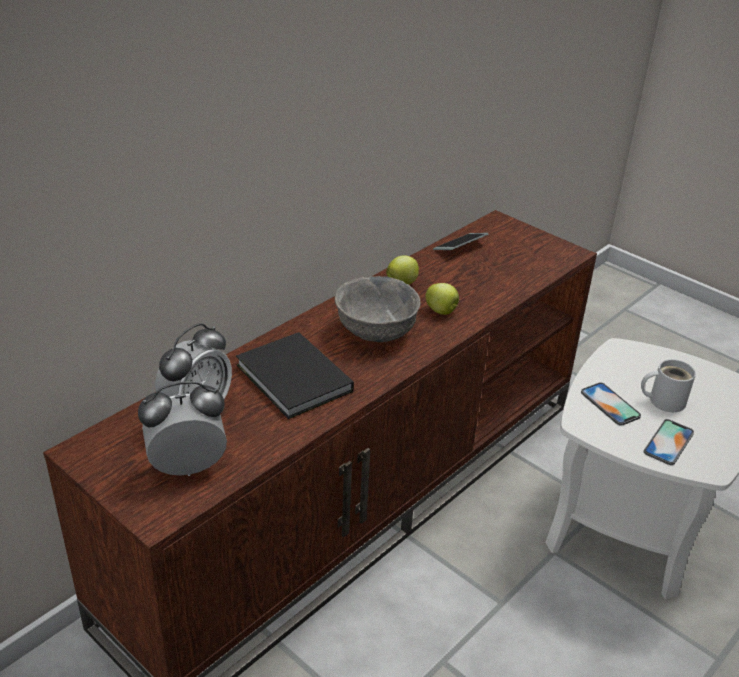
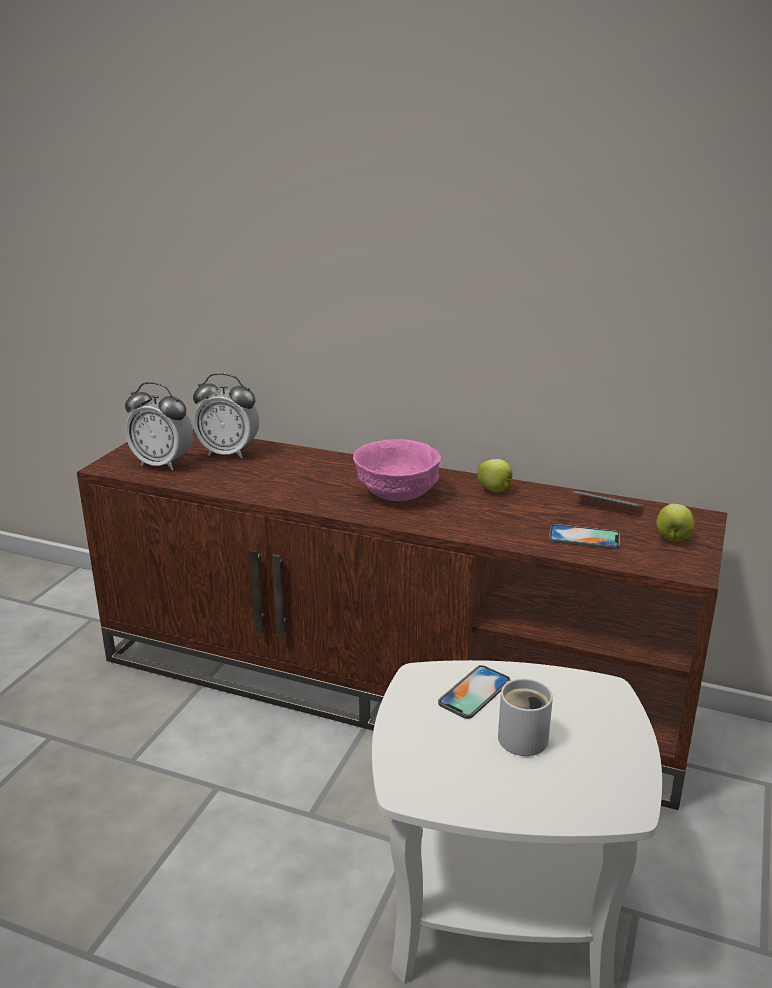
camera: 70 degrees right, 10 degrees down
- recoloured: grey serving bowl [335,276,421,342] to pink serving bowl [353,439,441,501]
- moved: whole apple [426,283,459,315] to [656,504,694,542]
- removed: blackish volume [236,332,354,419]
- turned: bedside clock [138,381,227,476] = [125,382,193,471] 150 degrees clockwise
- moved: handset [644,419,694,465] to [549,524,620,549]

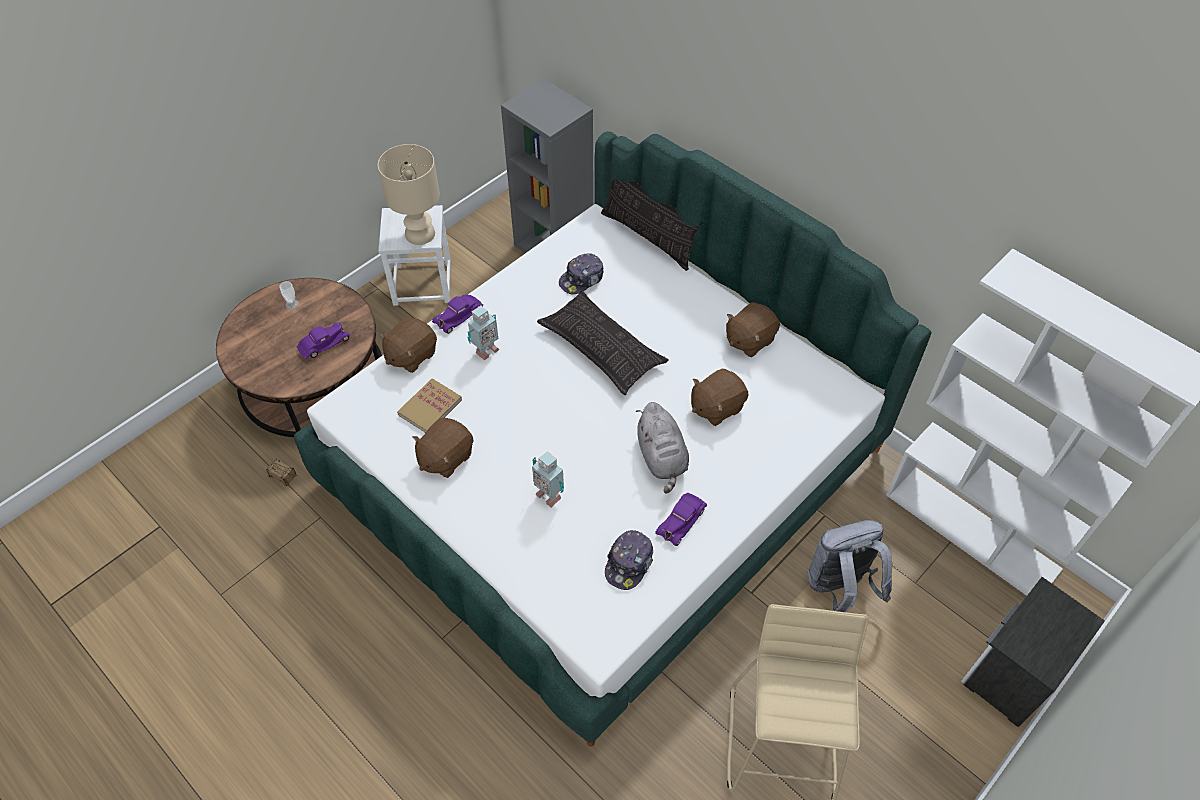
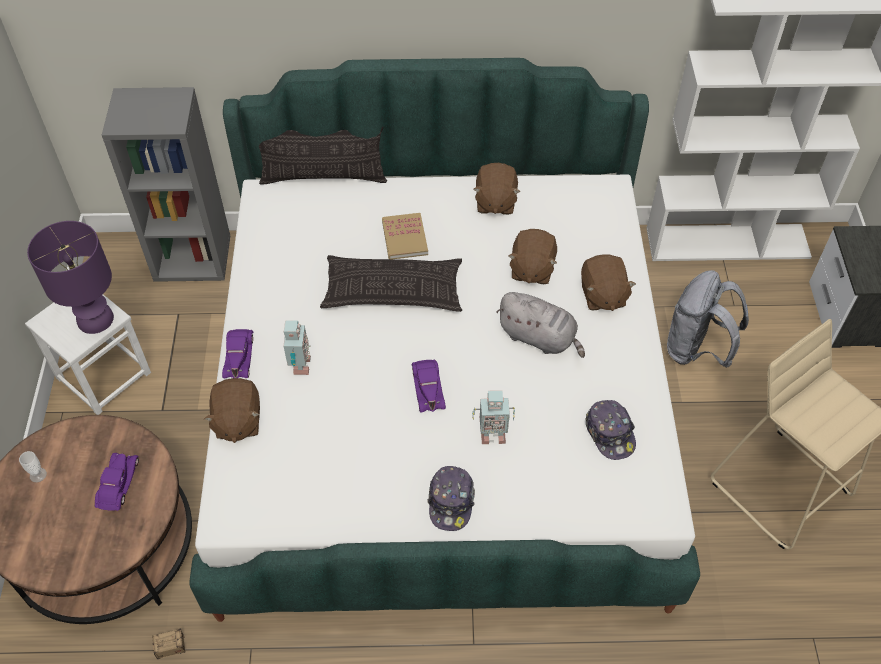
camera: 45 degrees left, 0 degrees up
- recoloured: beige table lamp [378,144,440,245] to purple-coloured table lamp [27,221,114,334]
- moved: peaked cap [559,253,604,294] to [428,466,475,531]
- moved: volume [397,378,462,433] to [382,213,428,259]
- moved: brown-coloured soft toy [412,418,473,478] to [581,254,636,311]
- moved: purple-coloured model car [655,493,707,546] to [412,360,446,413]

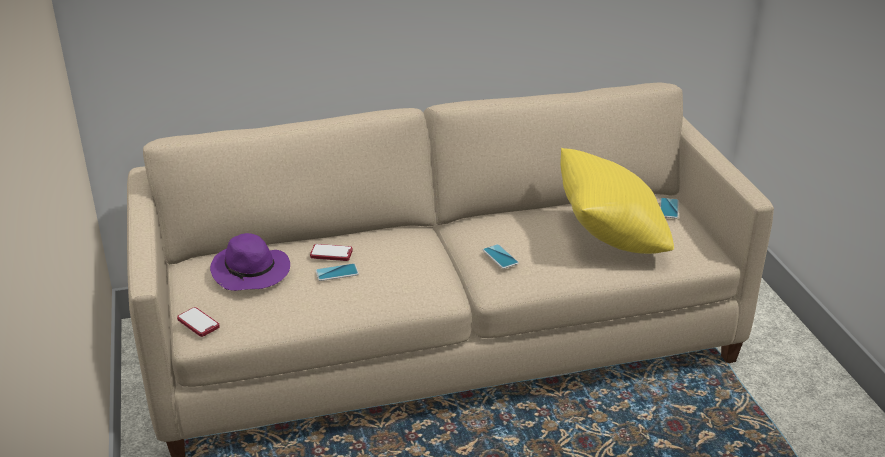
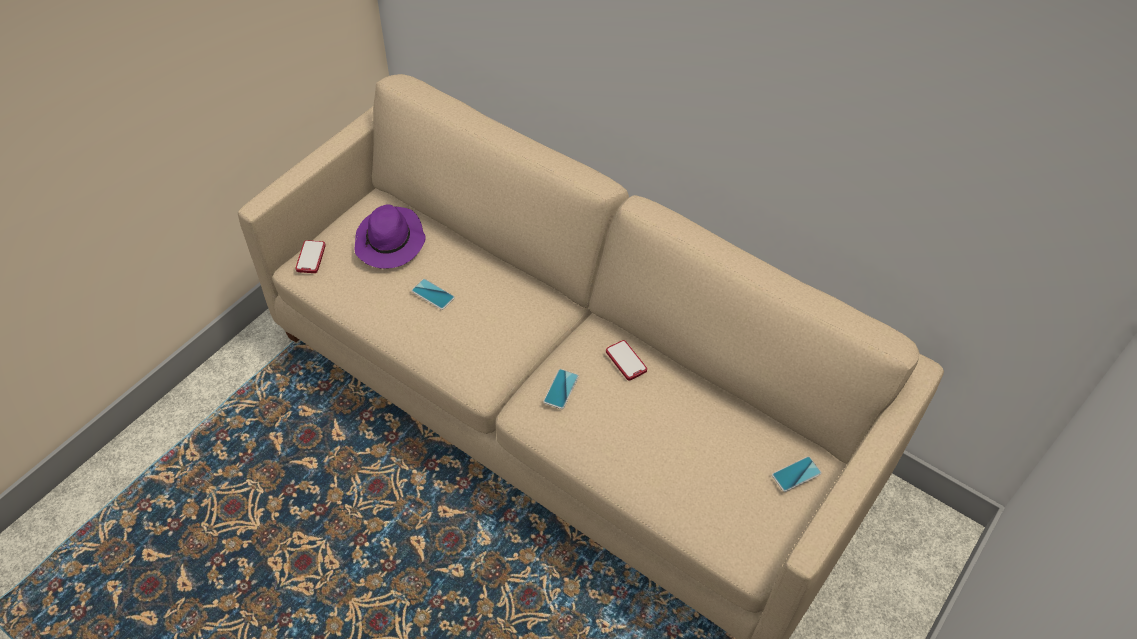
camera: 50 degrees right, 20 degrees up
- removed: yellow-coloured pillow [561,148,674,254]
- moved: handset [310,244,353,261] to [606,340,647,381]

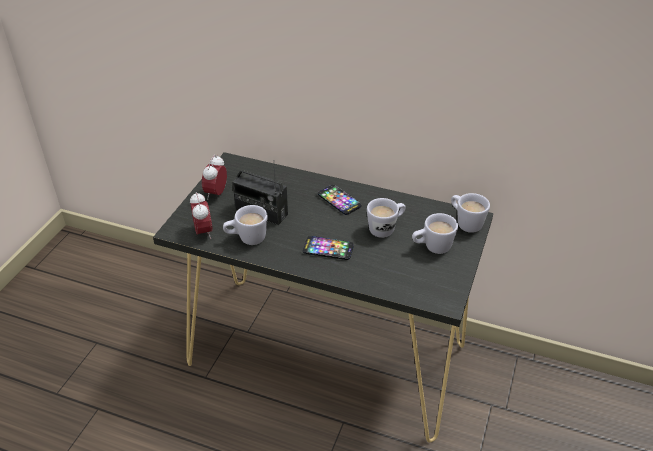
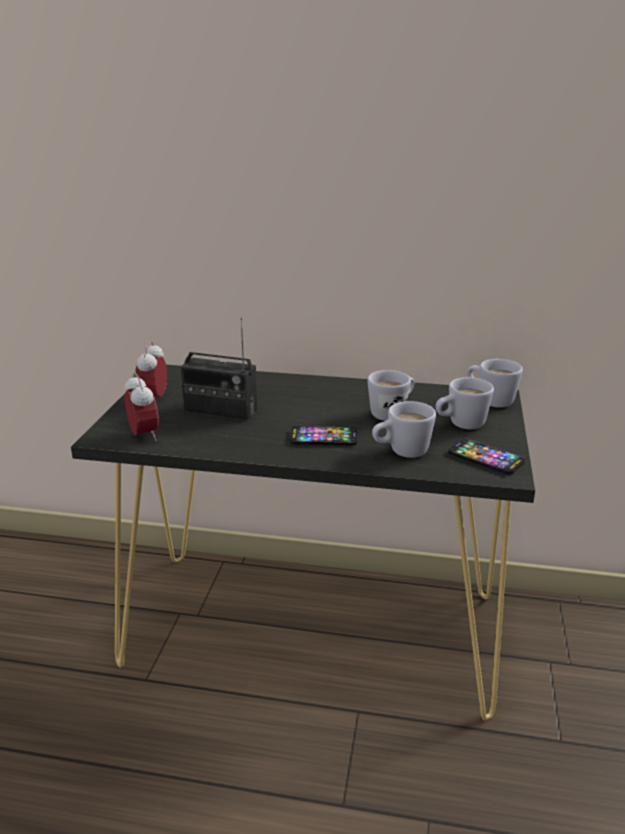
camera: 10 degrees left, 15 degrees down
- moved: handset [318,185,361,215] to [448,438,525,475]
- moved: whitish tea mug [223,205,268,245] to [372,401,436,458]

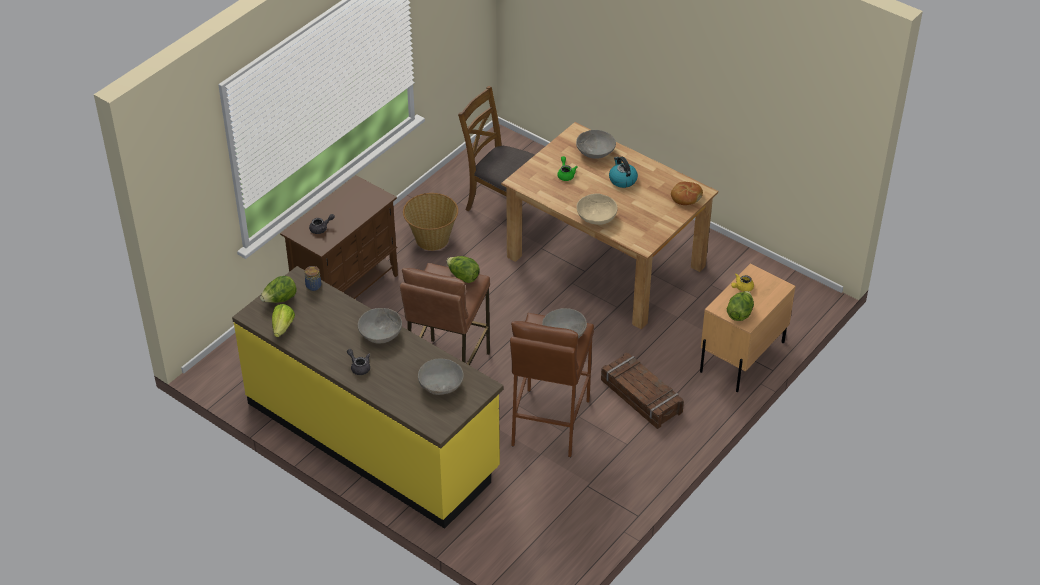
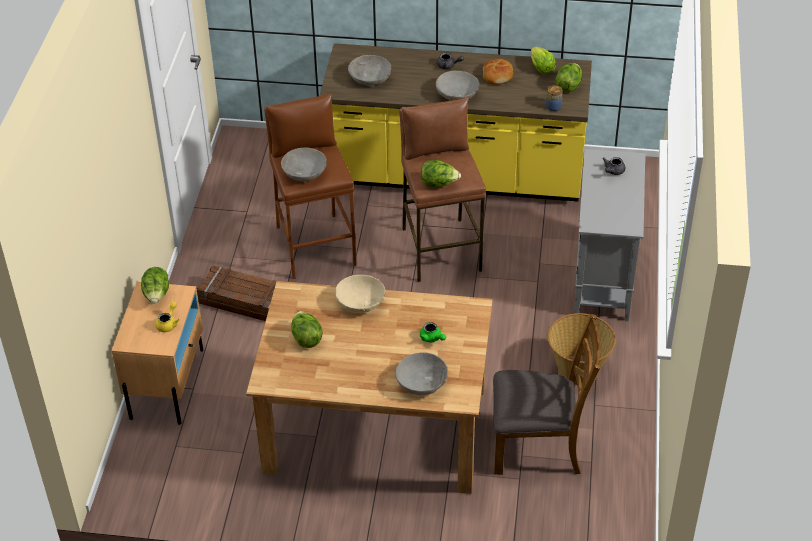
camera: 150 degrees right, 0 degrees up
- removed: tea kettle [609,157,638,188]
- recoloured: brown-coloured cupboard [280,175,398,299] to grey cupboard [573,149,645,321]
- moved: bakery bread [671,182,703,205] to [483,59,513,85]
- added: lettuce head [291,311,323,348]

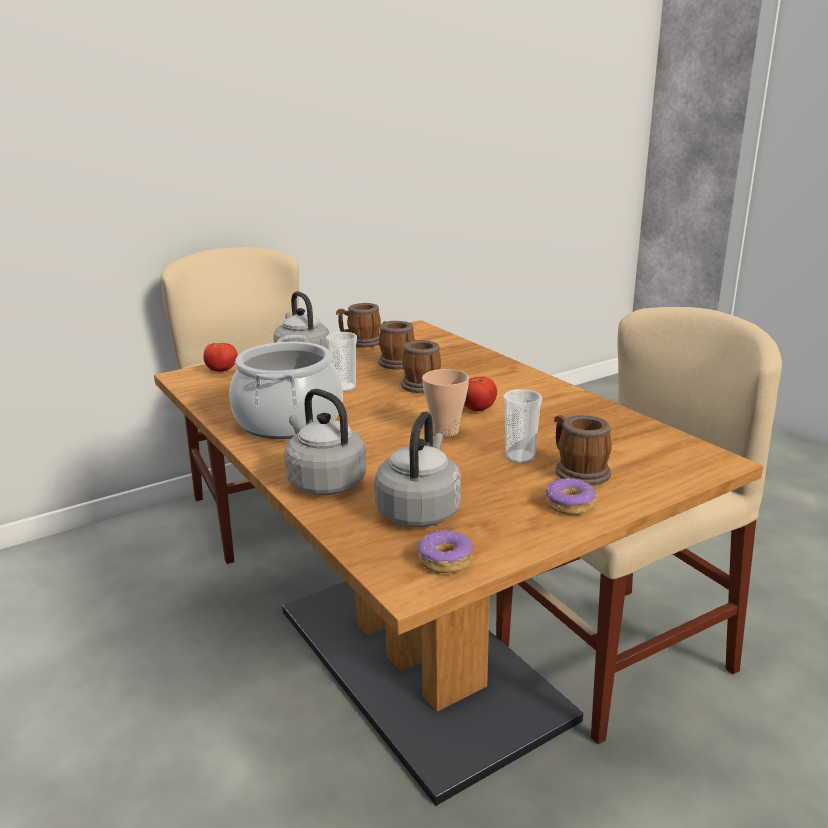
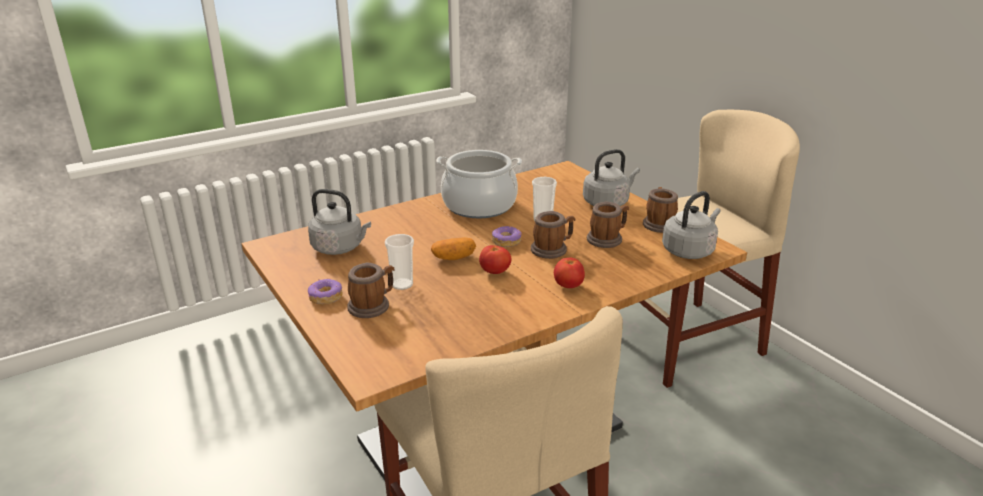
camera: 90 degrees right, 5 degrees up
- moved: whole tomato [203,343,237,372] to [554,257,585,288]
- replaced: small cup [422,369,469,437] to potato [431,237,476,260]
- moved: grey tea kettle [285,389,366,495] to [662,191,721,259]
- moved: doughnut [418,529,473,573] to [492,226,521,247]

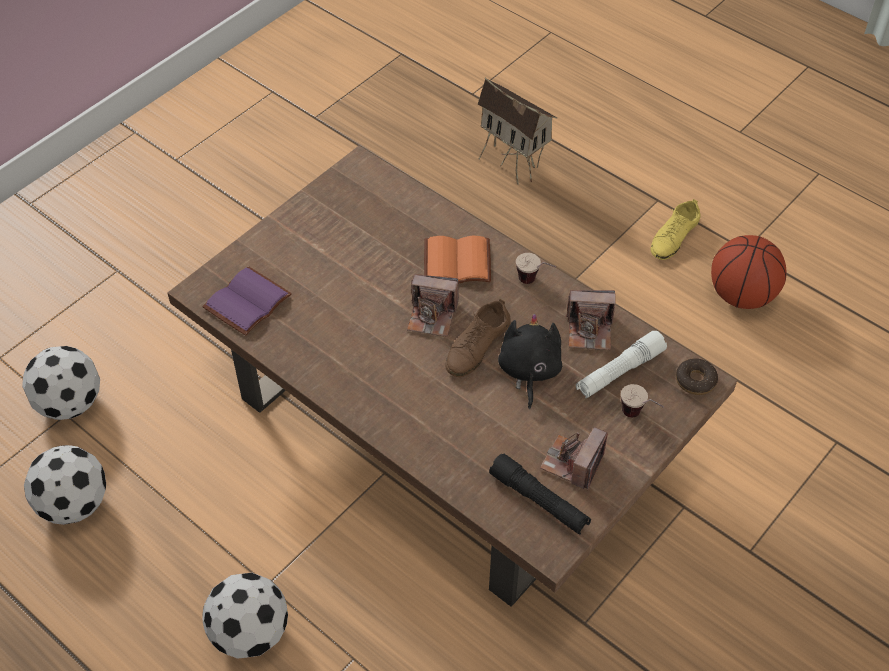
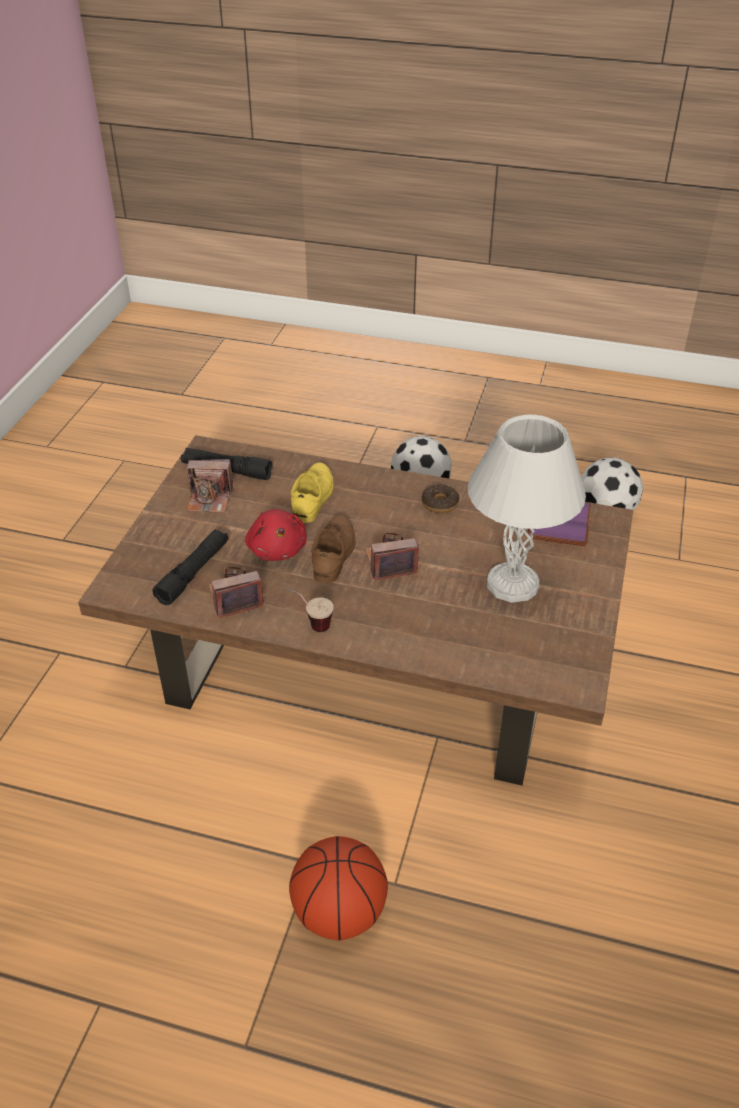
camera: 155 degrees right, 10 degrees down
- removed: toy house [478,77,557,185]
- moved: yellow-coloured shoe [651,199,701,260] to [291,462,334,523]
- moved: basketball [711,235,787,309] to [289,836,388,940]
- removed: orangey volume [424,236,491,284]
- recoloured: blackish soft toy [498,314,562,409] to reddish soft toy [245,509,307,561]
- recoloured: whitish hand torch [576,331,667,398] to blackish hand torch [152,529,228,605]
- removed: football [22,346,100,420]
- moved: doughnut [676,358,718,395] to [422,484,459,513]
- removed: small cup [621,384,664,418]
- turned: photo camera [540,427,608,490] = [186,459,233,513] 90 degrees clockwise
- added: whitish table lamp [468,414,586,603]

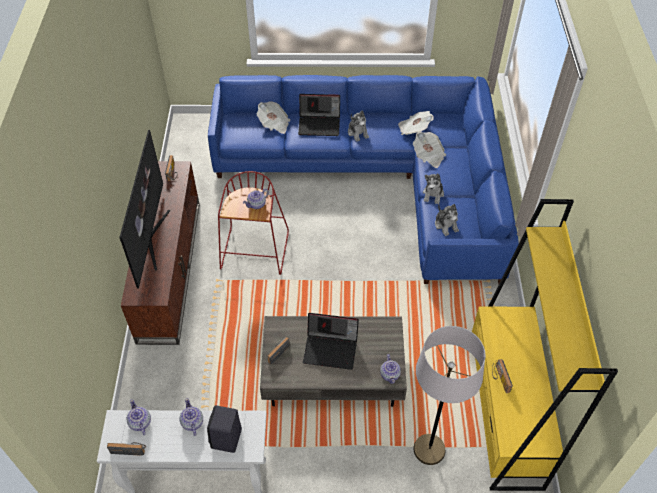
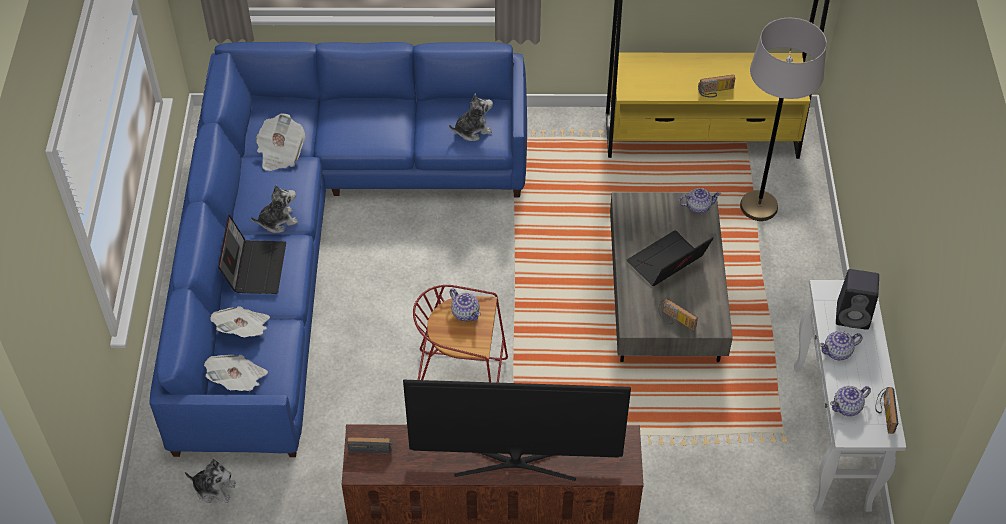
camera: 90 degrees left, 0 degrees up
- moved: newspaper [413,131,446,168] to [204,355,268,391]
- moved: soft toy [423,173,444,204] to [185,459,236,503]
- turned: laptop [303,313,359,370] = [627,230,714,286] 135 degrees counterclockwise

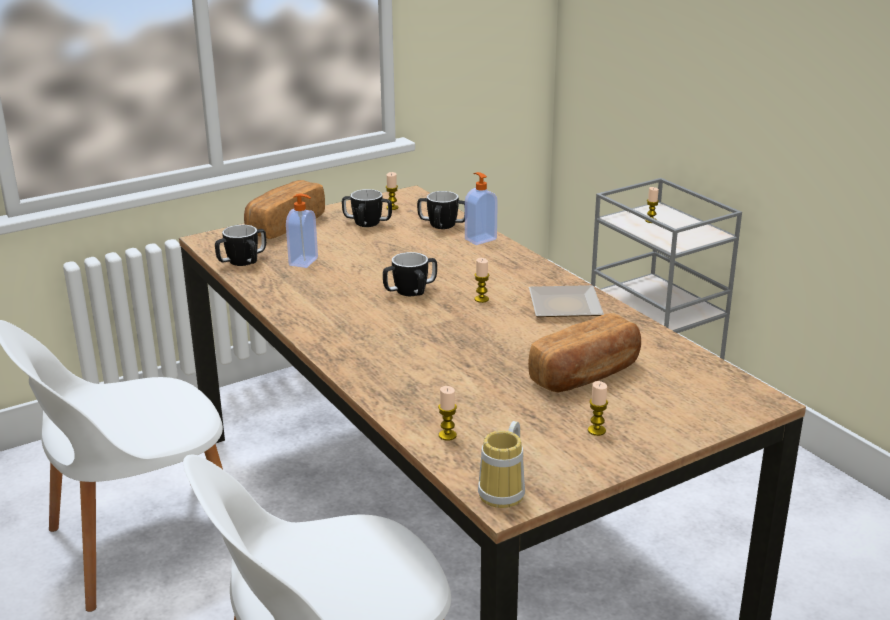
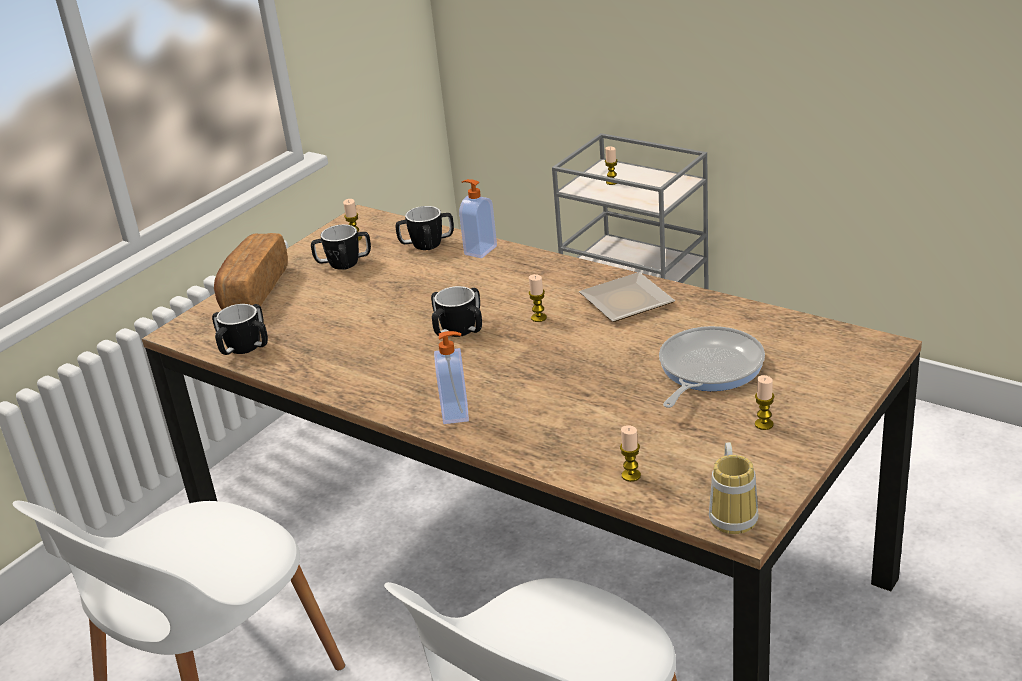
camera: 20 degrees left, 5 degrees up
- moved: soap bottle [286,194,318,268] to [434,331,469,424]
- replaced: bakery bread [528,313,641,392] to pan [659,326,765,408]

